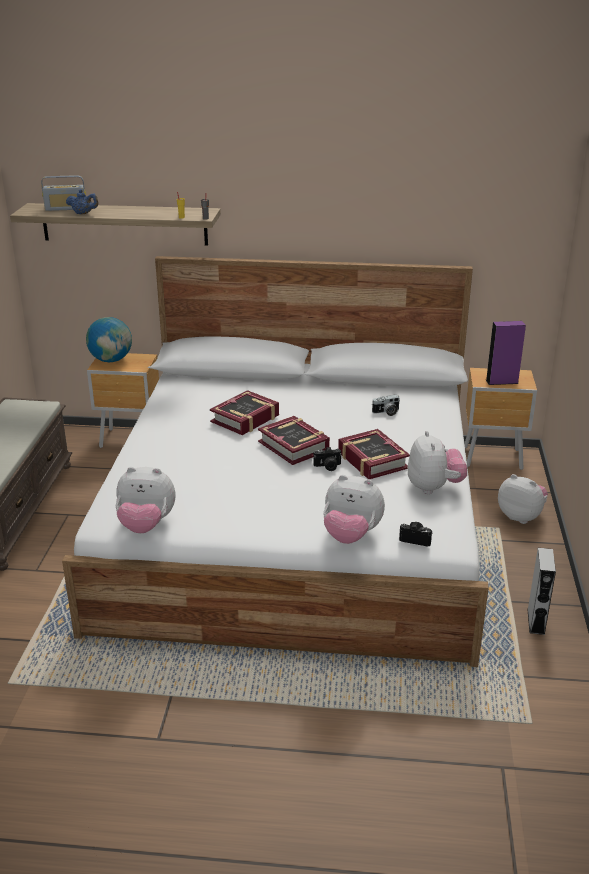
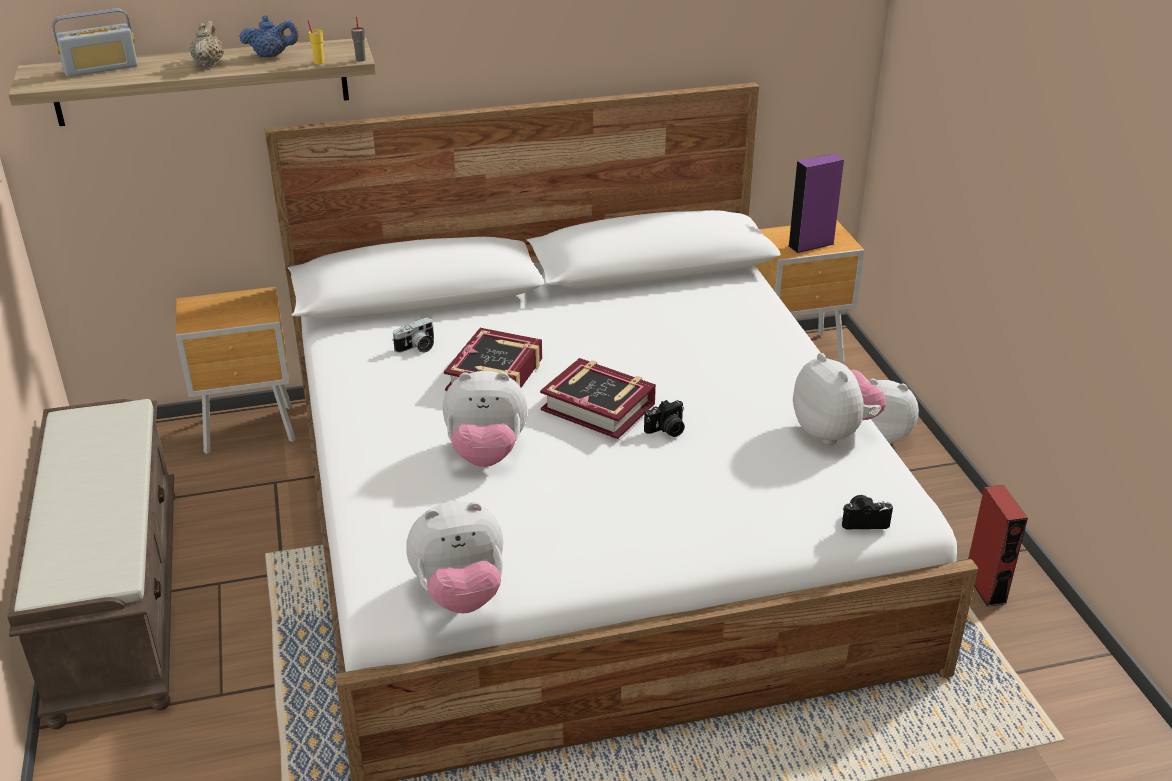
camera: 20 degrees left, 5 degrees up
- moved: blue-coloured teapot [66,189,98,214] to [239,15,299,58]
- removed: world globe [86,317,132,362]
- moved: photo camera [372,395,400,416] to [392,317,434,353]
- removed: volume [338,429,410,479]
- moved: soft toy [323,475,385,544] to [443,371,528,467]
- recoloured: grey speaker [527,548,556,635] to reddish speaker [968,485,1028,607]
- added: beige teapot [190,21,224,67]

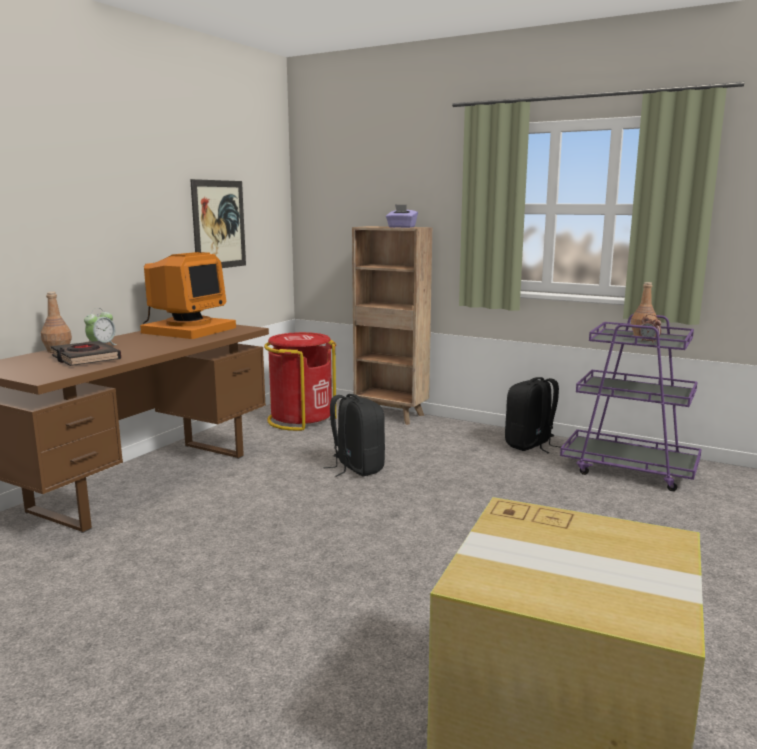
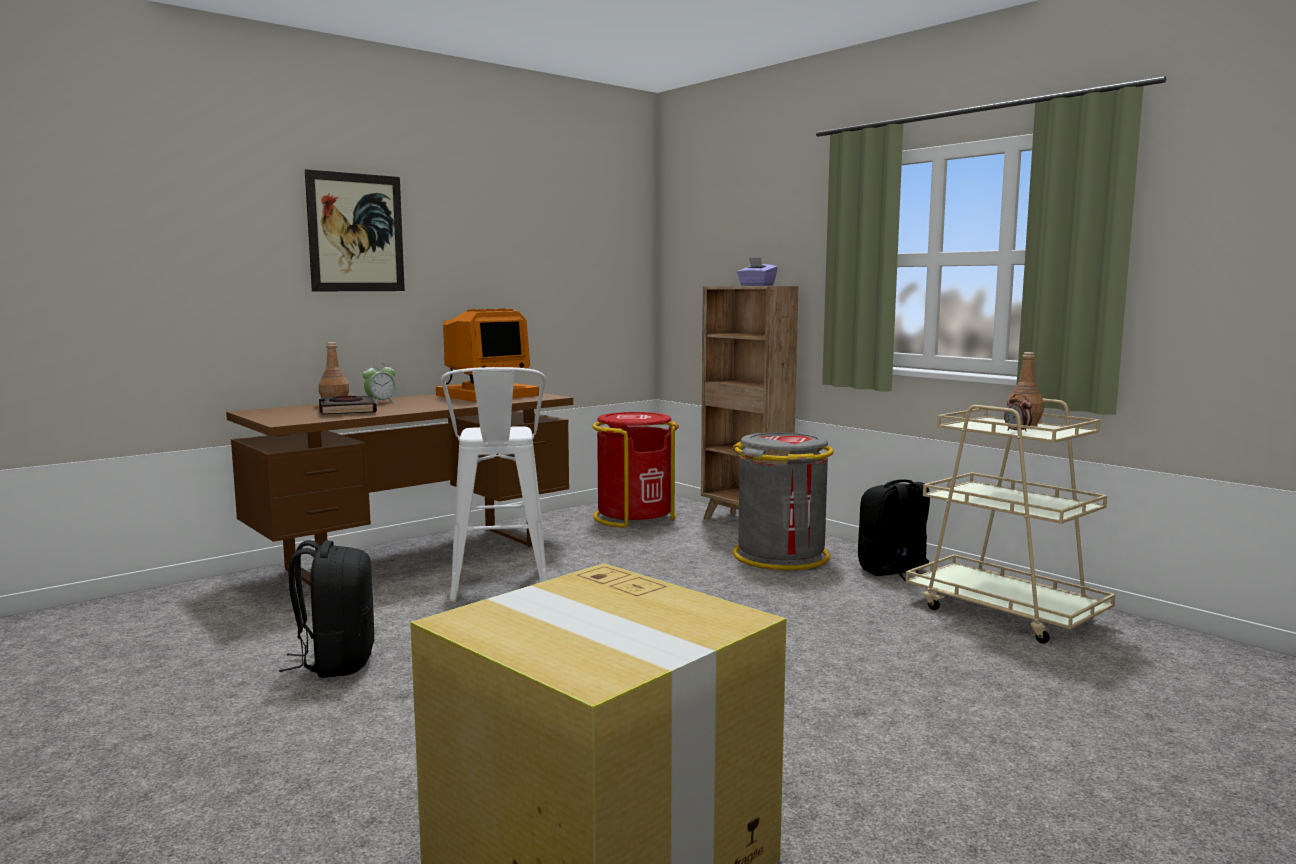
camera: 20 degrees right, 5 degrees down
- moved: picture [190,179,246,268] to [305,169,405,291]
- recoloured: purple-coloured cart [560,314,702,491] to beige cart [906,398,1115,644]
- moved: blackish rucksack [323,394,385,477] to [279,540,374,678]
- added: whitish stool seat [441,367,547,602]
- added: grey trash can [732,432,834,570]

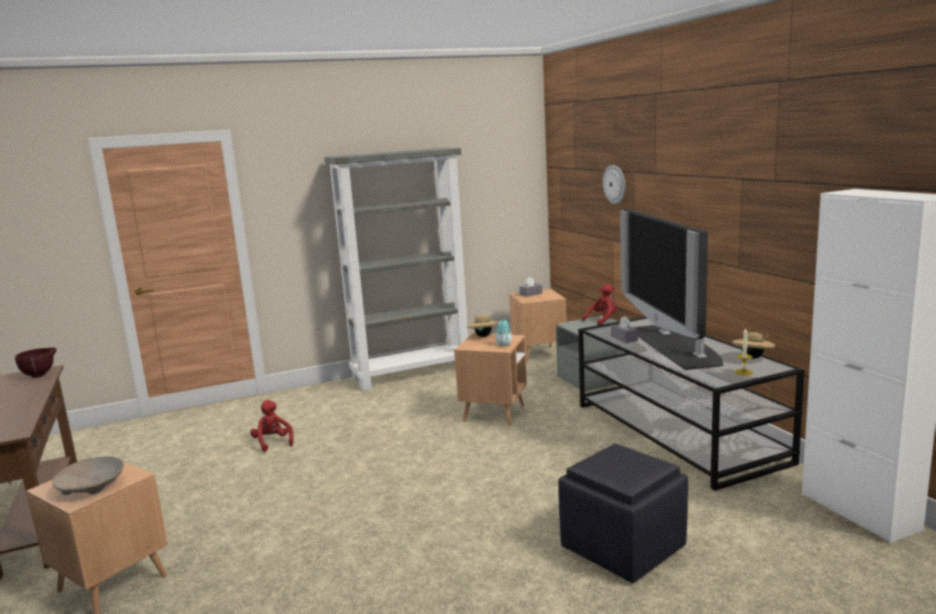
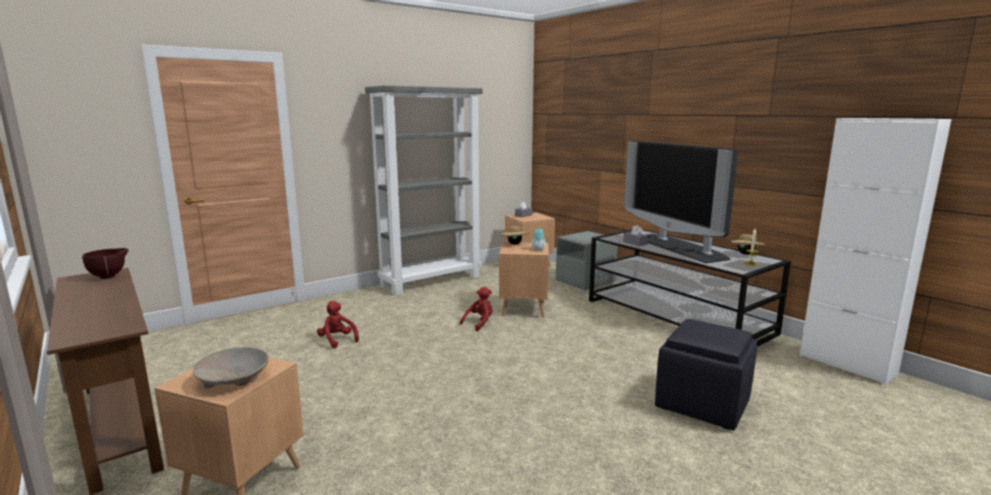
camera: 15 degrees left, 0 degrees up
- removed: wall clock [603,165,626,204]
- moved: reddish soft toy [582,284,616,325] to [460,287,493,331]

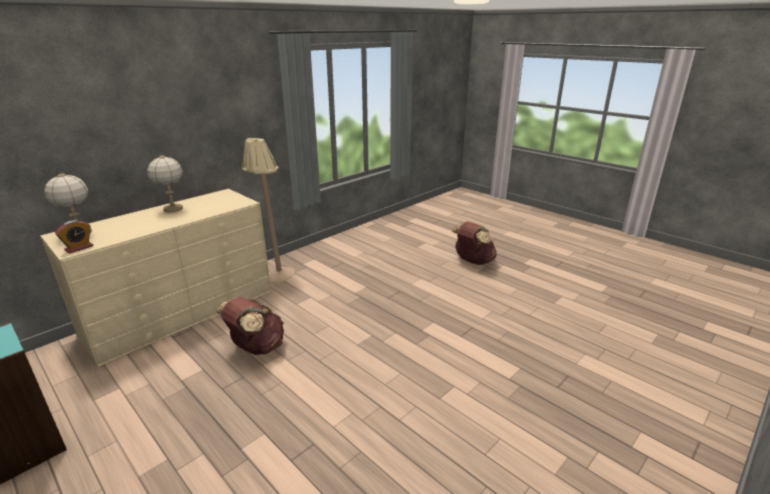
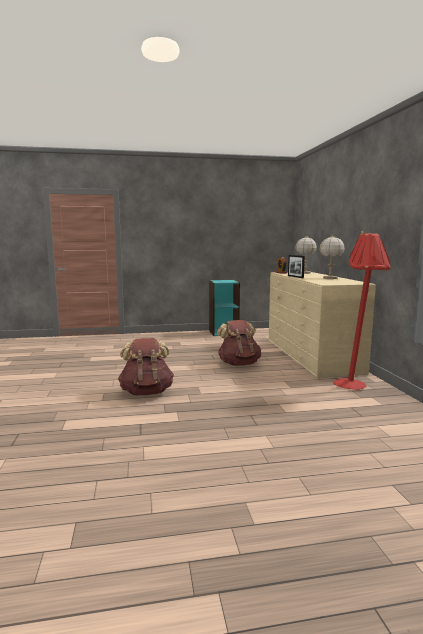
camera: 125 degrees right, 15 degrees down
- recoloured: beige standing lamp [242,138,295,282] to reddish standing lamp [333,231,391,390]
- moved: brown-coloured rucksack [451,222,497,265] to [118,338,174,395]
- added: picture frame [288,255,305,278]

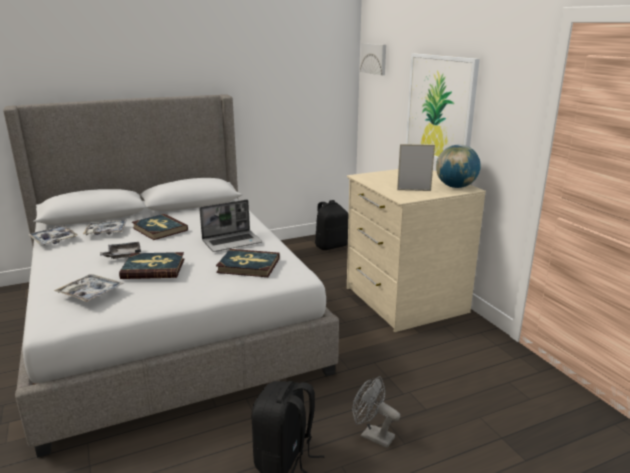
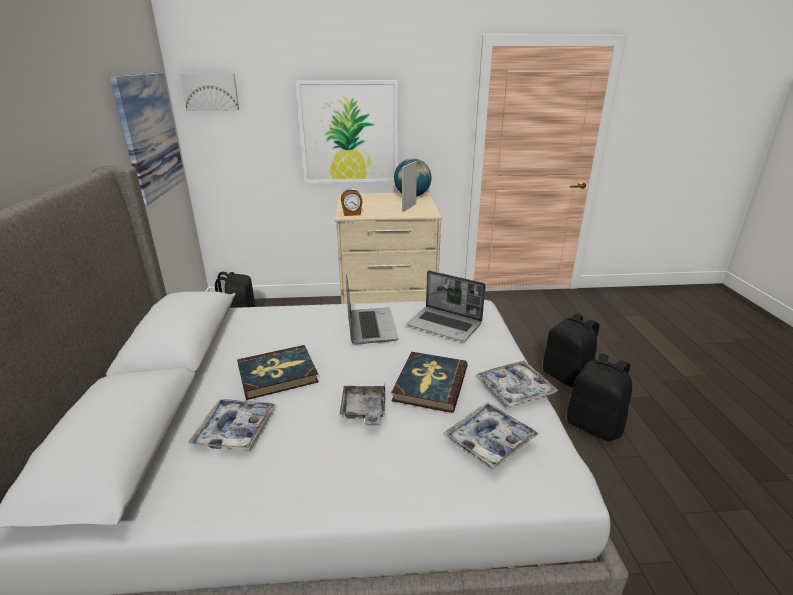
camera: 70 degrees left, 5 degrees up
- moved: serving tray [28,225,77,245] to [478,361,558,407]
- replaced: volume [216,249,280,277] to laptop [407,270,486,342]
- replaced: grey electric fan [352,377,400,448] to blackish rucksack [543,313,599,388]
- added: picture [110,72,185,206]
- added: bedside clock [341,189,363,216]

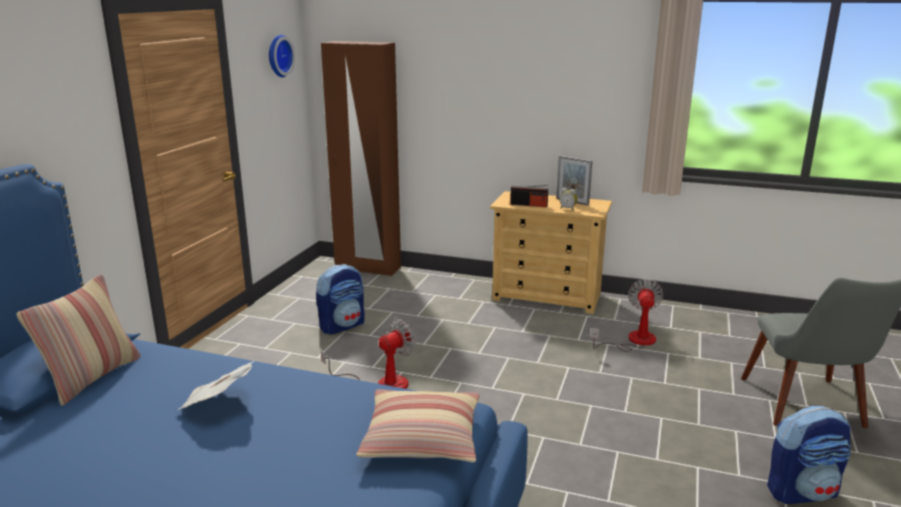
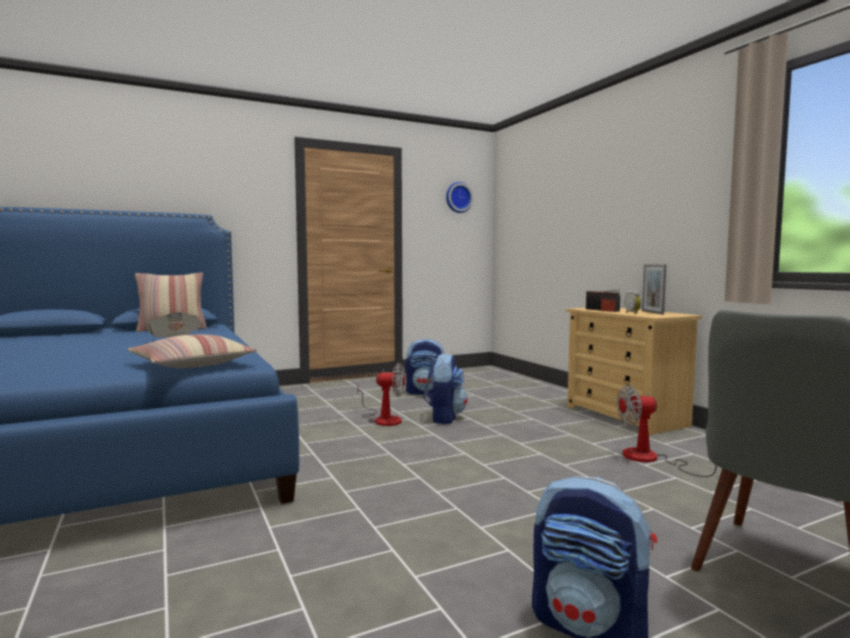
camera: 45 degrees right, 15 degrees down
- removed: brown-coloured wardrobe [321,41,401,276]
- turned: electric fan [591,279,663,352] = [617,385,717,477] 150 degrees counterclockwise
- added: rucksack [423,353,467,424]

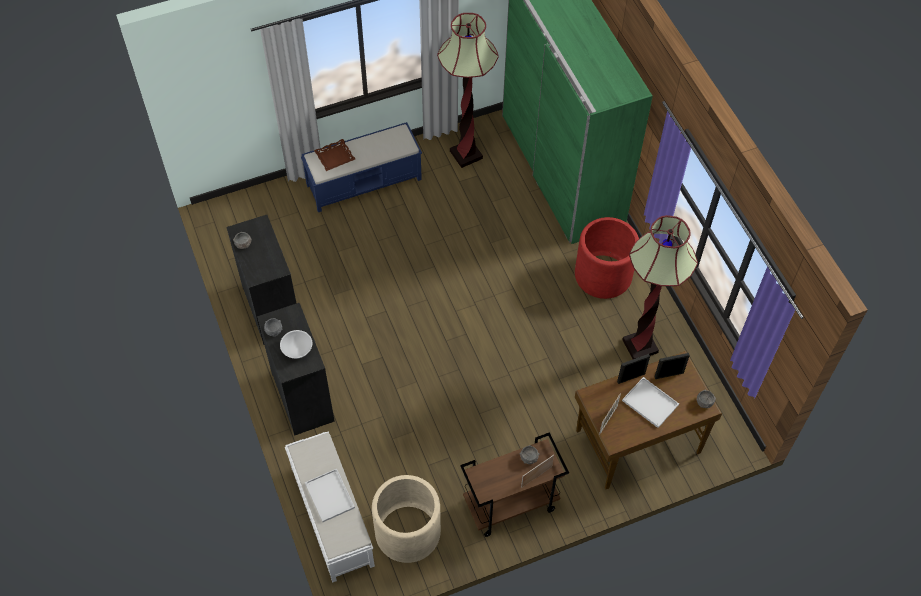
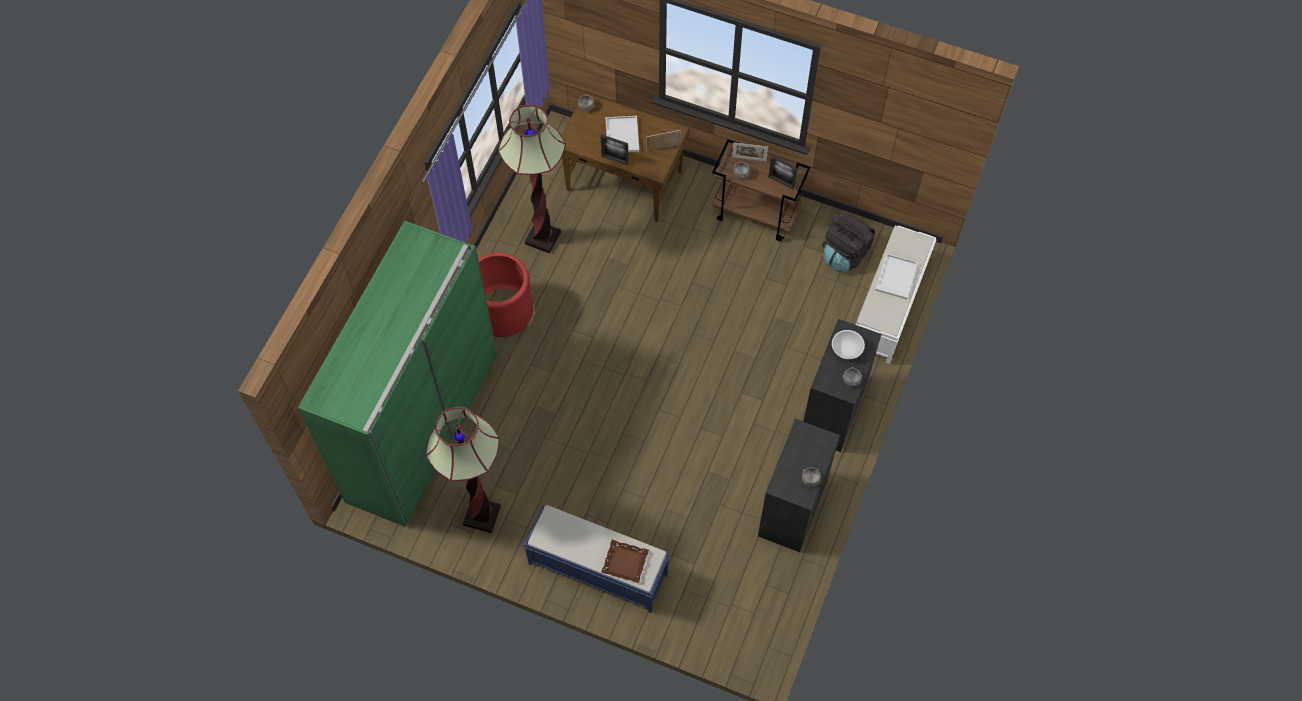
camera: 135 degrees left, 5 degrees up
- moved: picture frame [655,353,690,379] to [768,156,797,190]
- replaced: beige planter [372,475,441,563] to blackish rucksack [822,212,875,272]

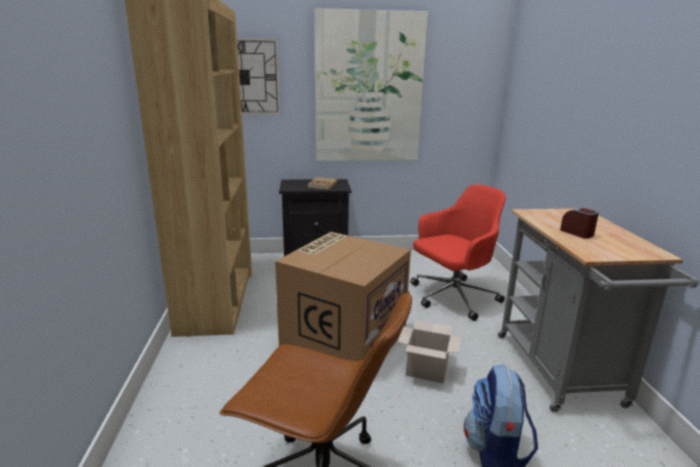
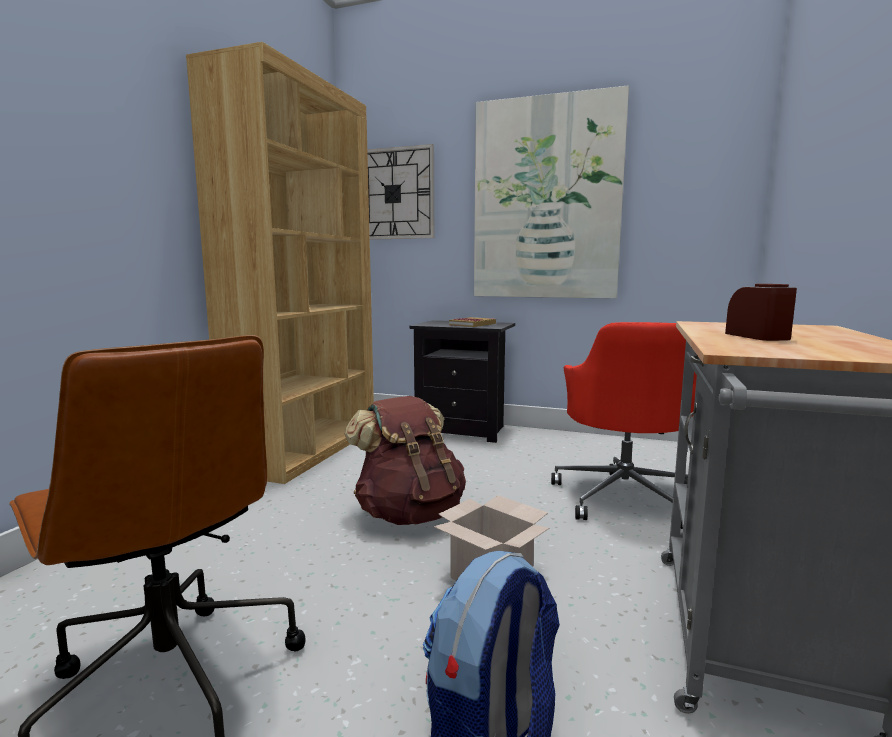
camera: 25 degrees right, 10 degrees down
- turned: reddish computer chair [410,184,506,321] = [551,322,697,529] 105 degrees clockwise
- replaced: cardboard box [275,232,411,361] to brown-coloured rucksack [345,396,466,525]

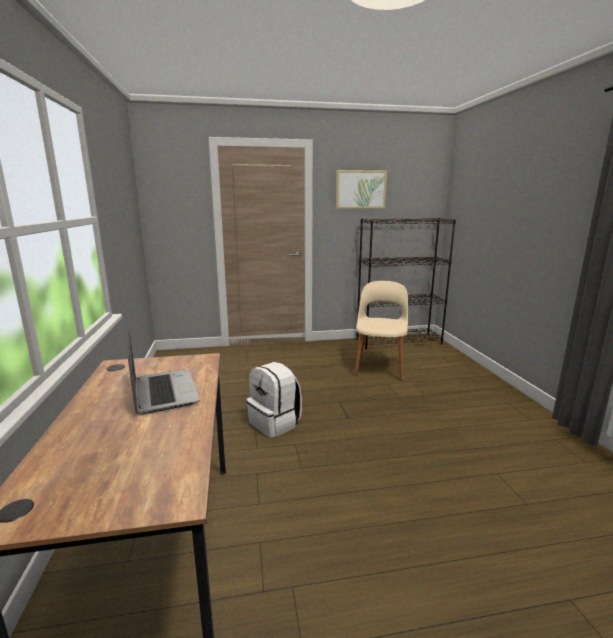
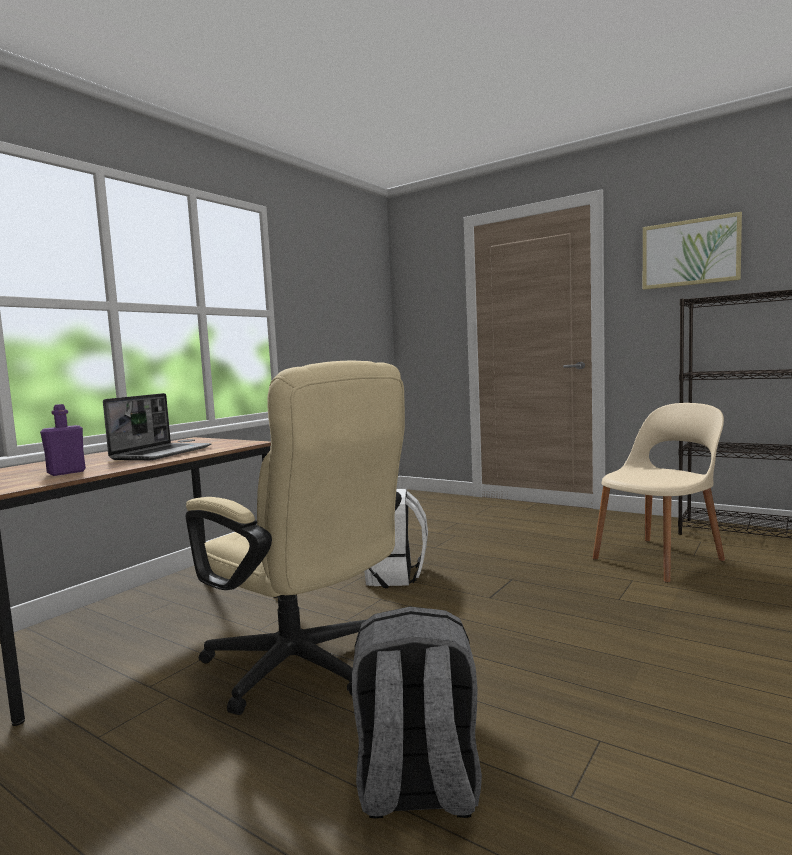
camera: 45 degrees right, 10 degrees down
- added: beige computer chair [185,361,405,715]
- added: purple-coloured beverage bottle [40,404,86,476]
- added: grey rucksack [352,606,482,818]

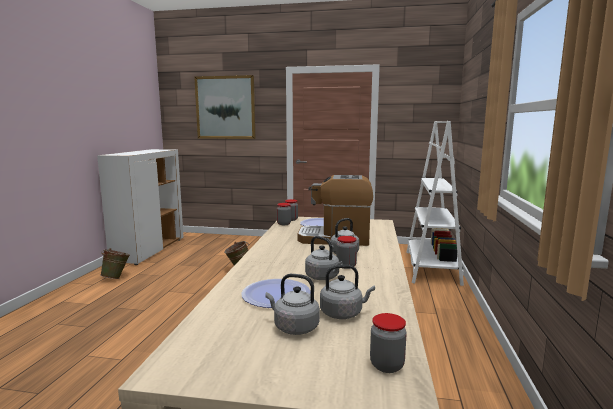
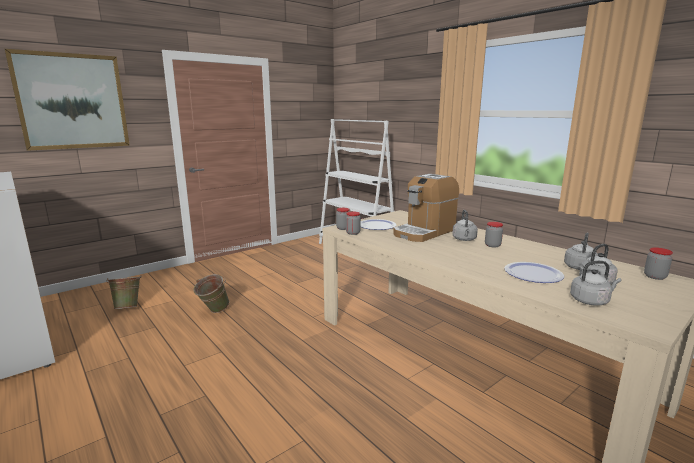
camera: 50 degrees left, 5 degrees up
- moved: grey tea kettle [305,236,343,280] to [570,261,622,306]
- moved: greenish pail [100,248,130,279] to [106,275,141,309]

